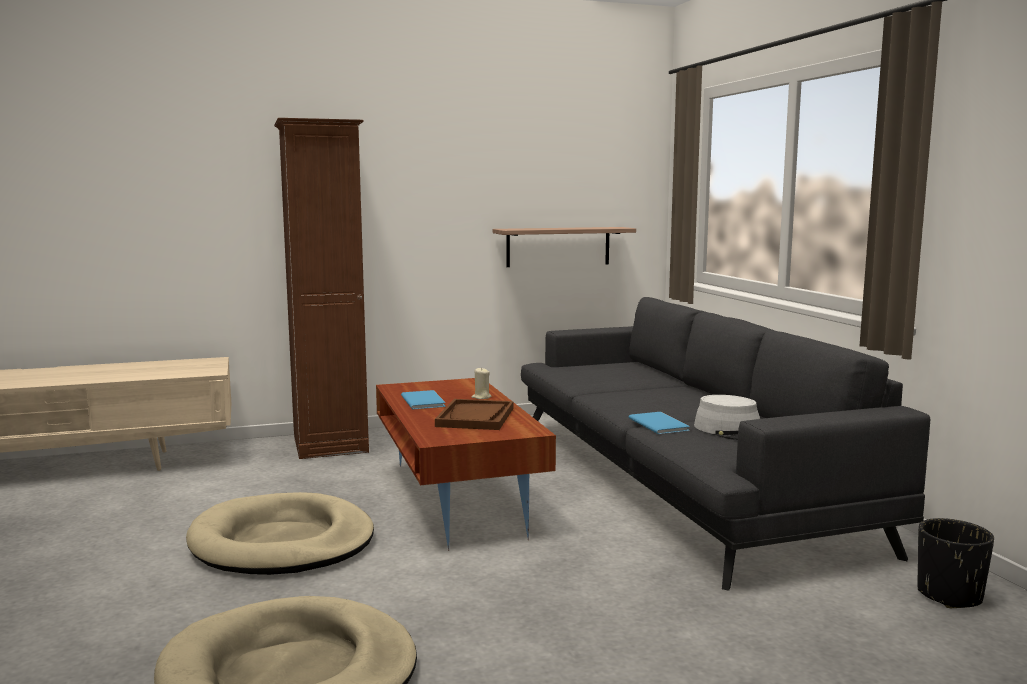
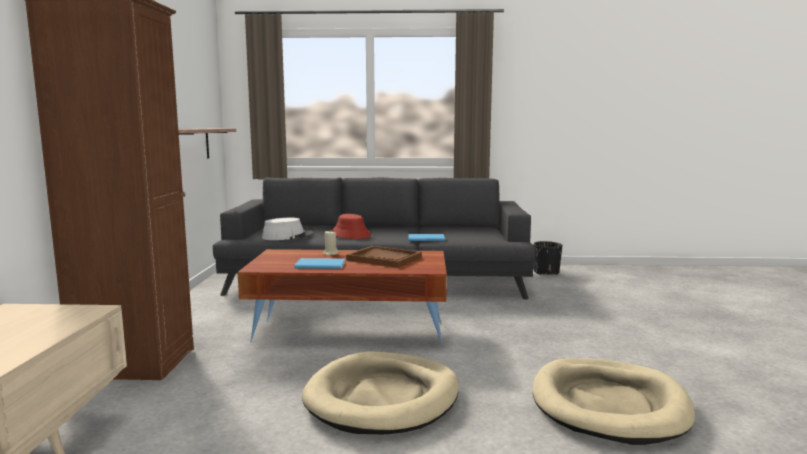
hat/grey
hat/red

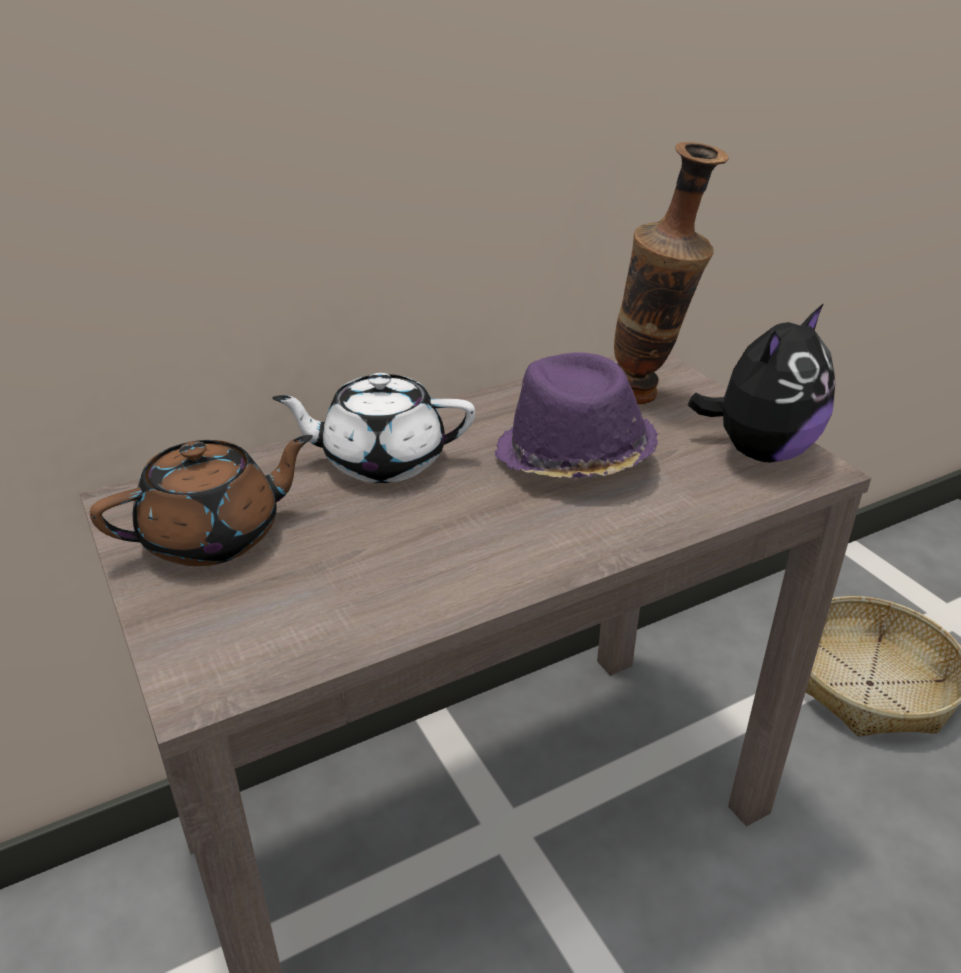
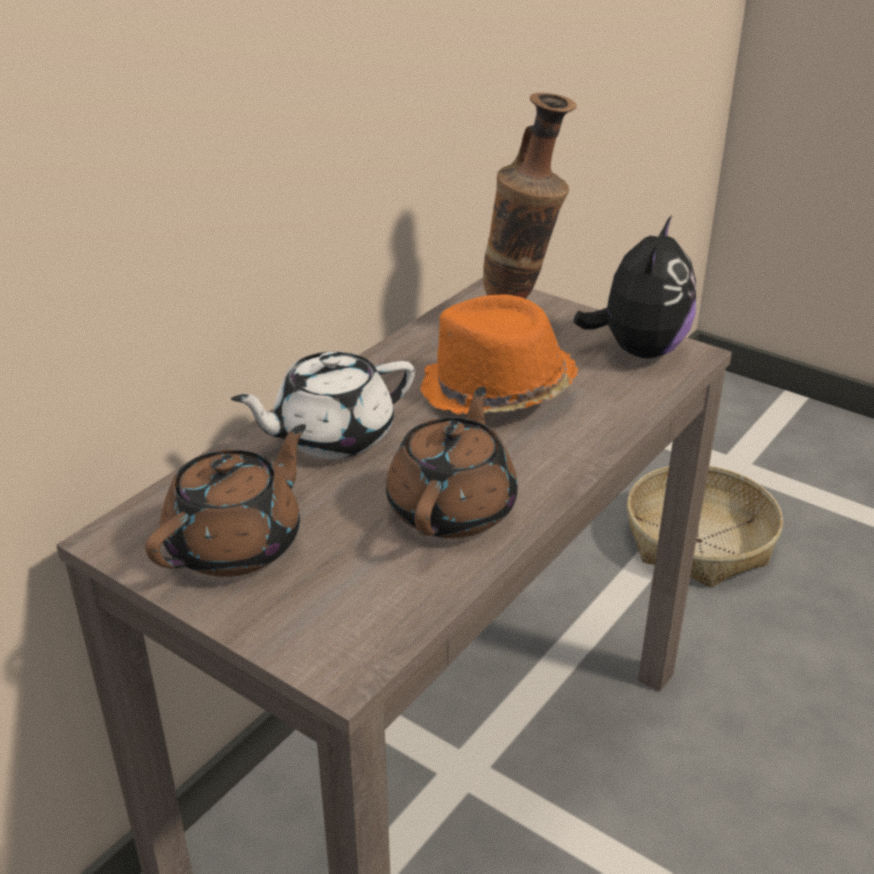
hat/orange
teapot/brown (no. 2 from left)

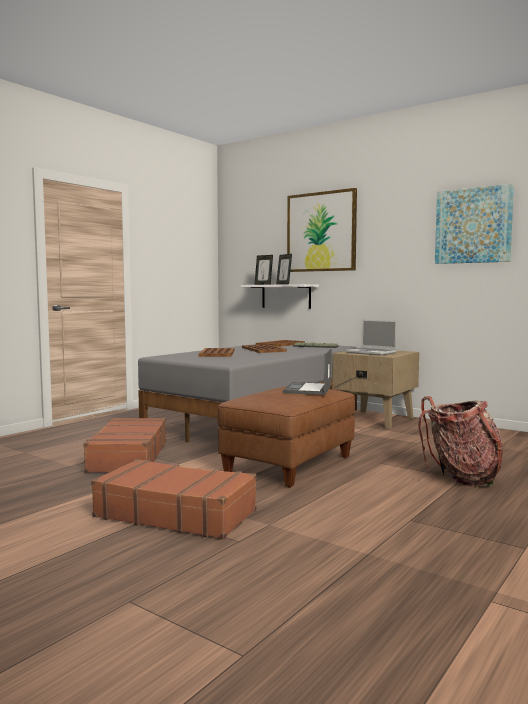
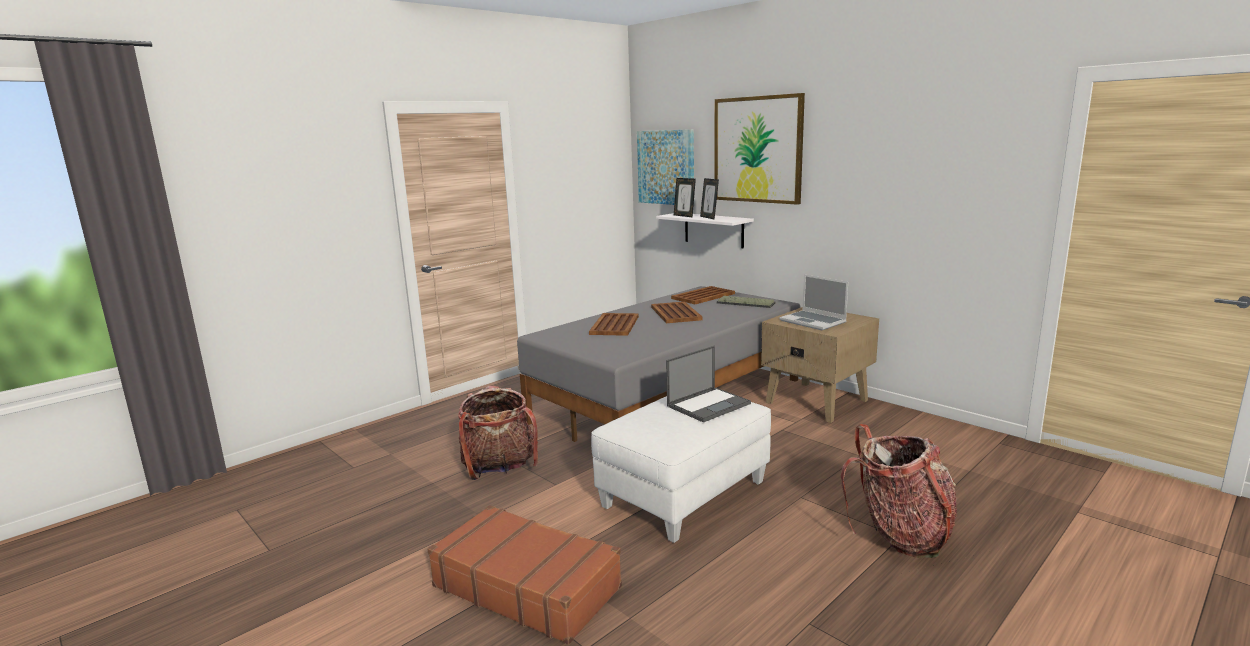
backpack (no. 1 from left)
ottoman/white
laptop (no. 1 from left)
picture (no. 1 from left)

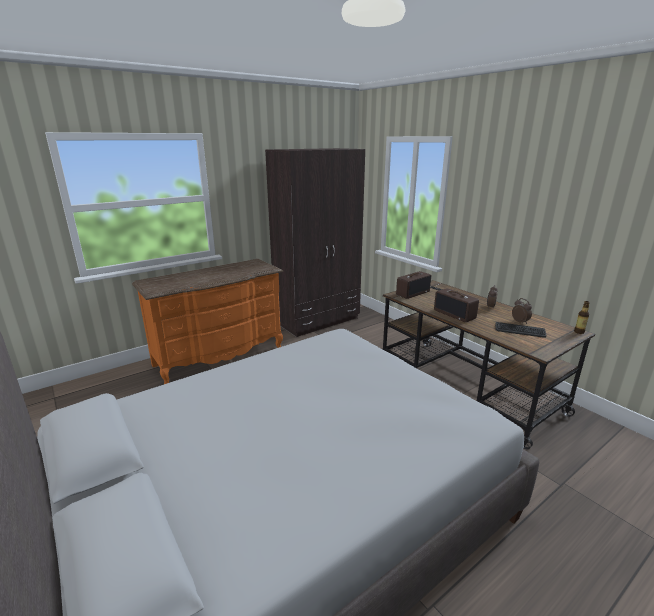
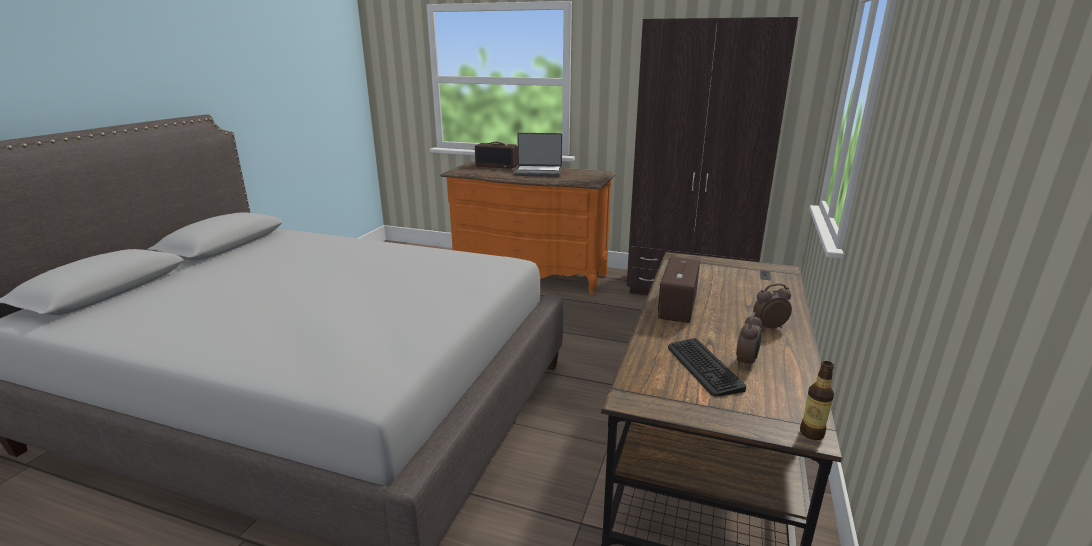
radio (no. 1 from left)
laptop

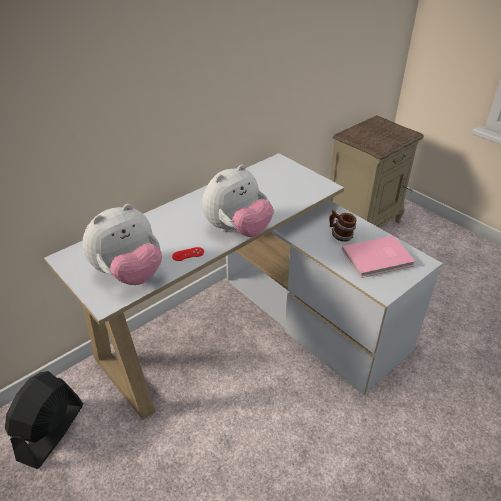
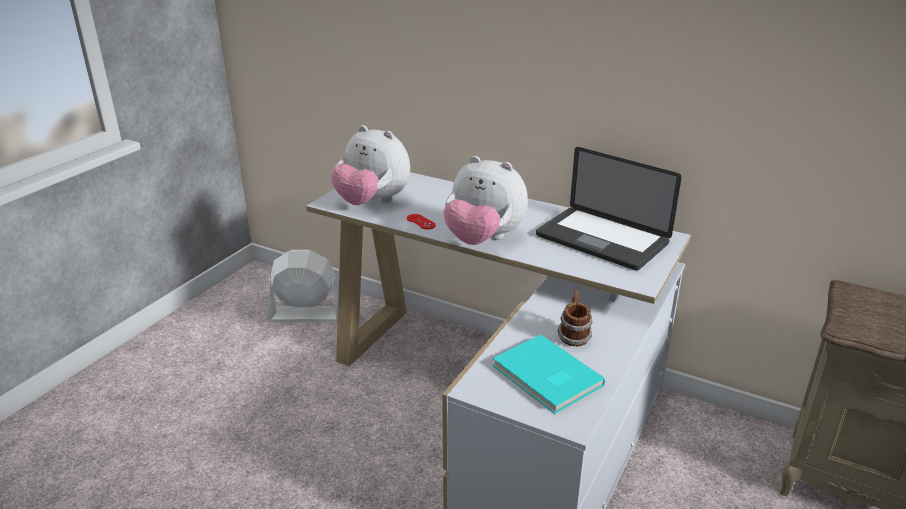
fan/white
book/turquoise
laptop

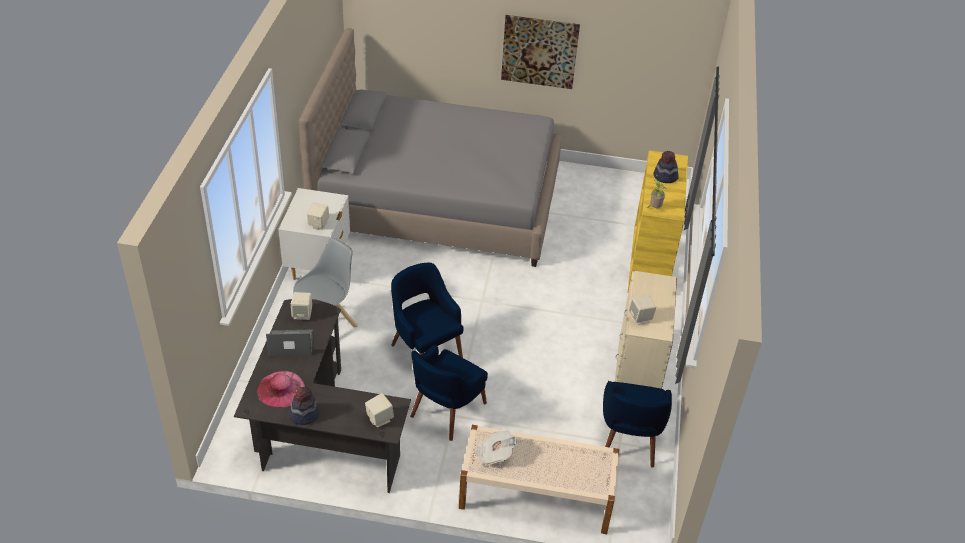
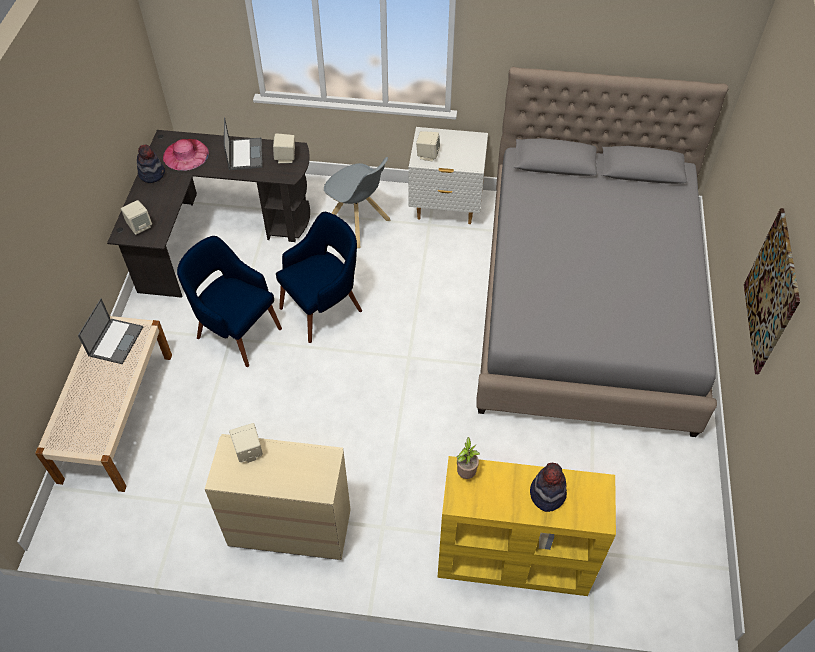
laptop (no. 1 from left)
armchair/blue (no. 3 from left in the first image)

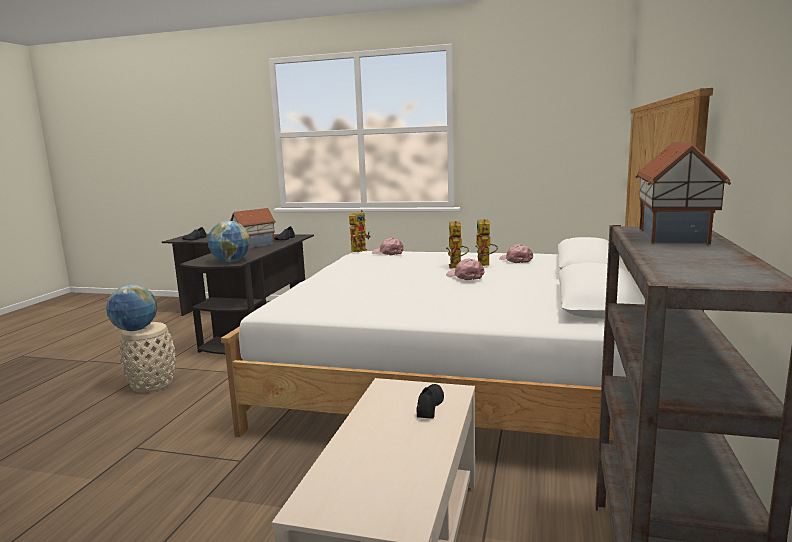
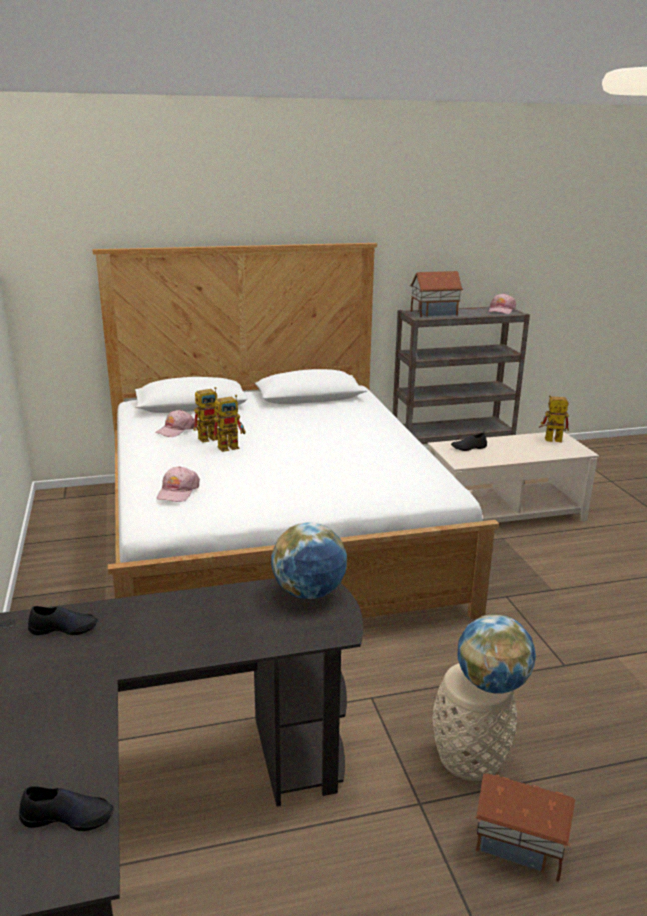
toy house (no. 2 from left)
toy robot (no. 3 from left)
cap/pink (no. 3 from left)

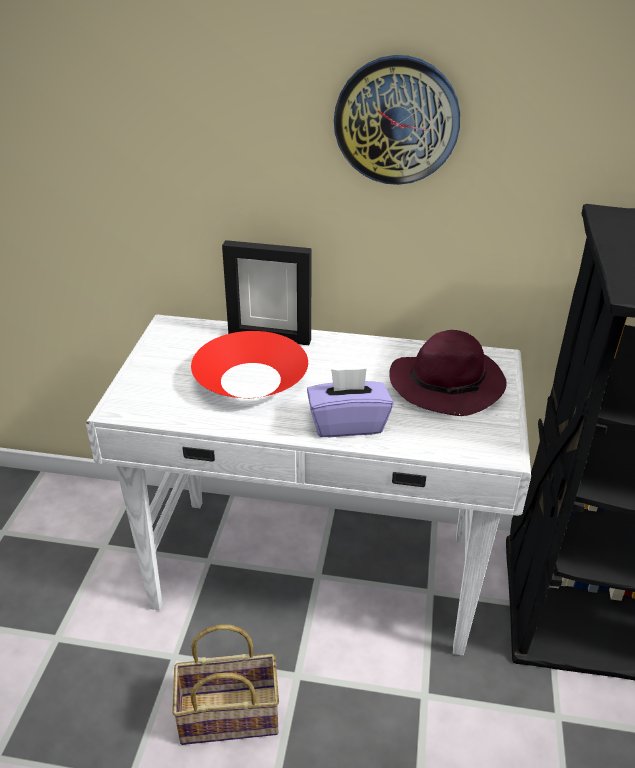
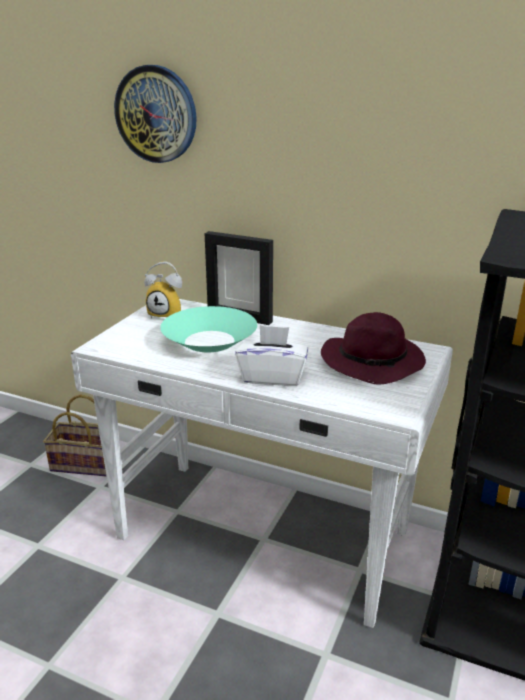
basket
bowl/turquoise
tissue box/white
wall clock
alarm clock

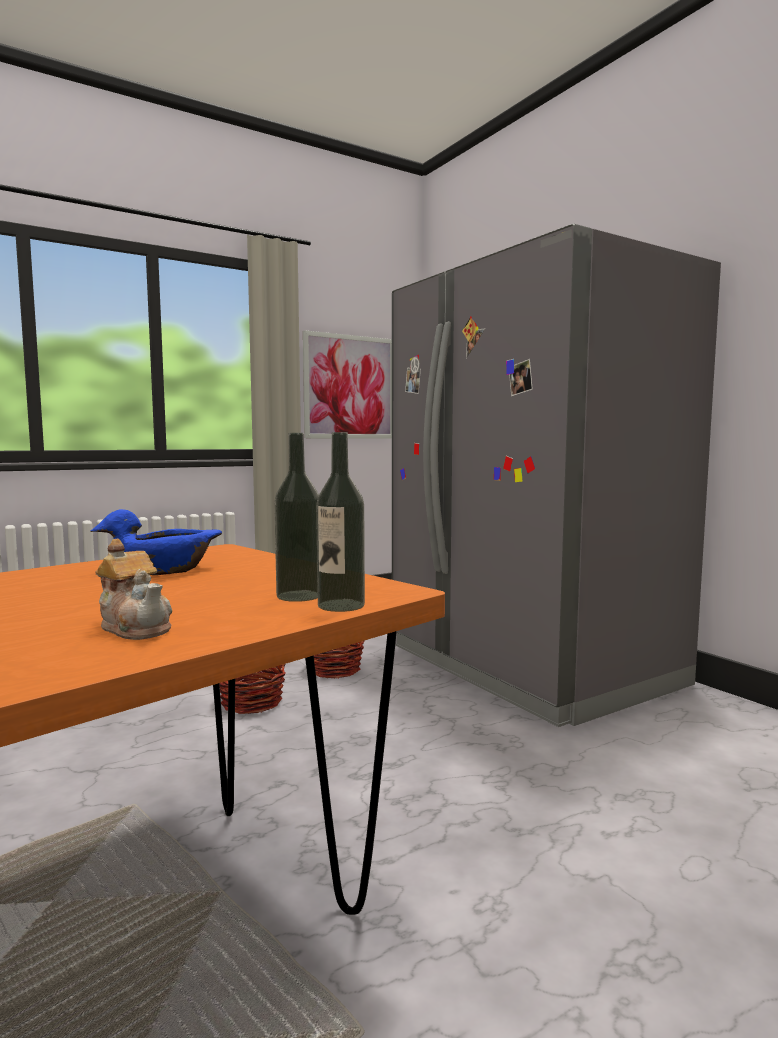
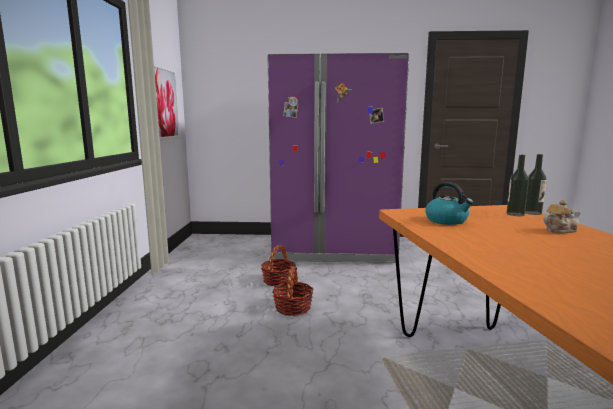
kettle
fridge/purple

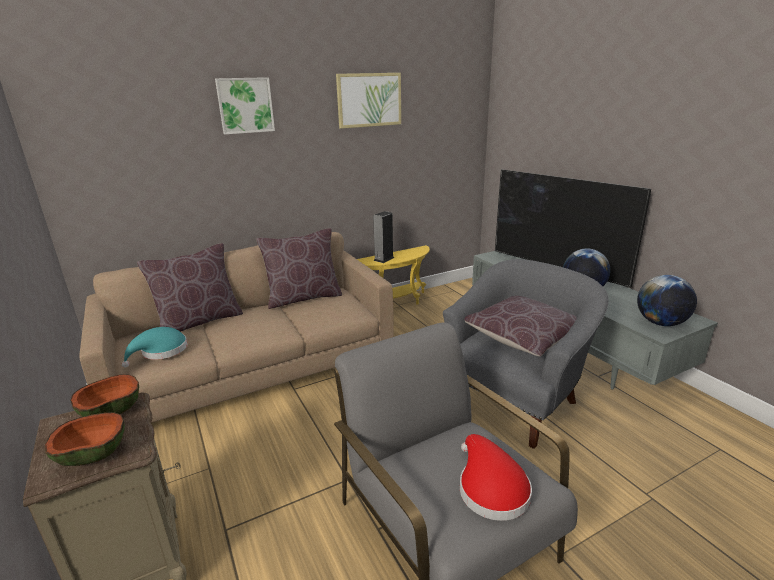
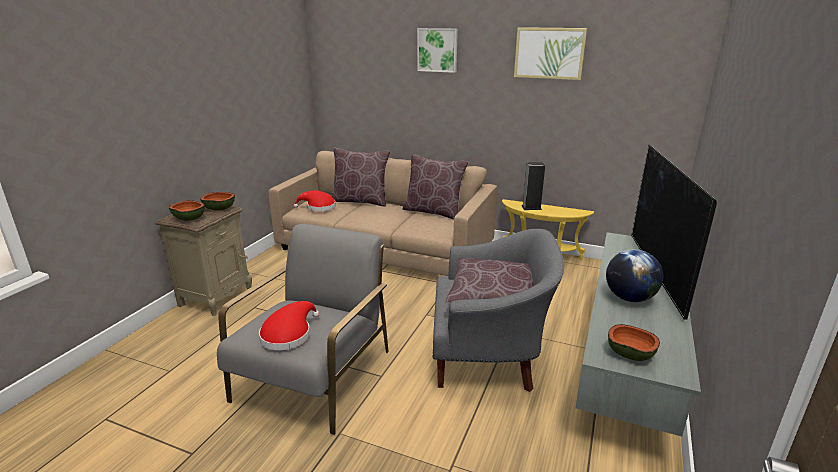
hat/red (no. 2 from left)
bowl (no. 3 from left)

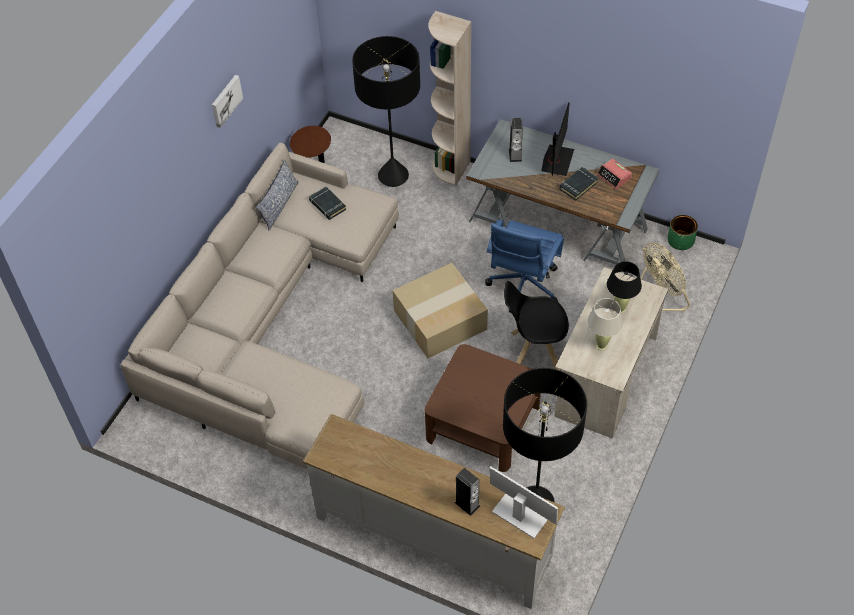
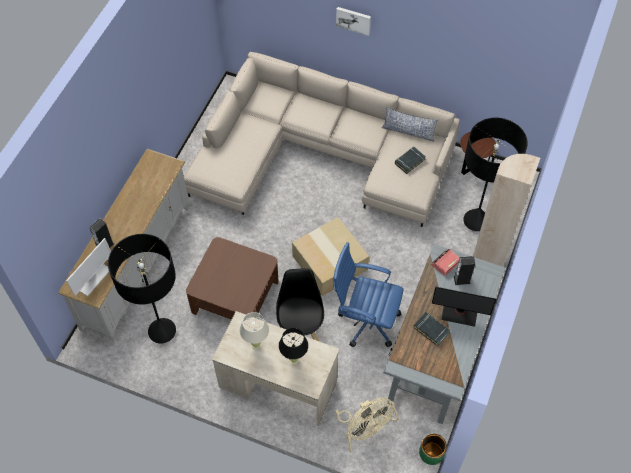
picture
alarm clock

